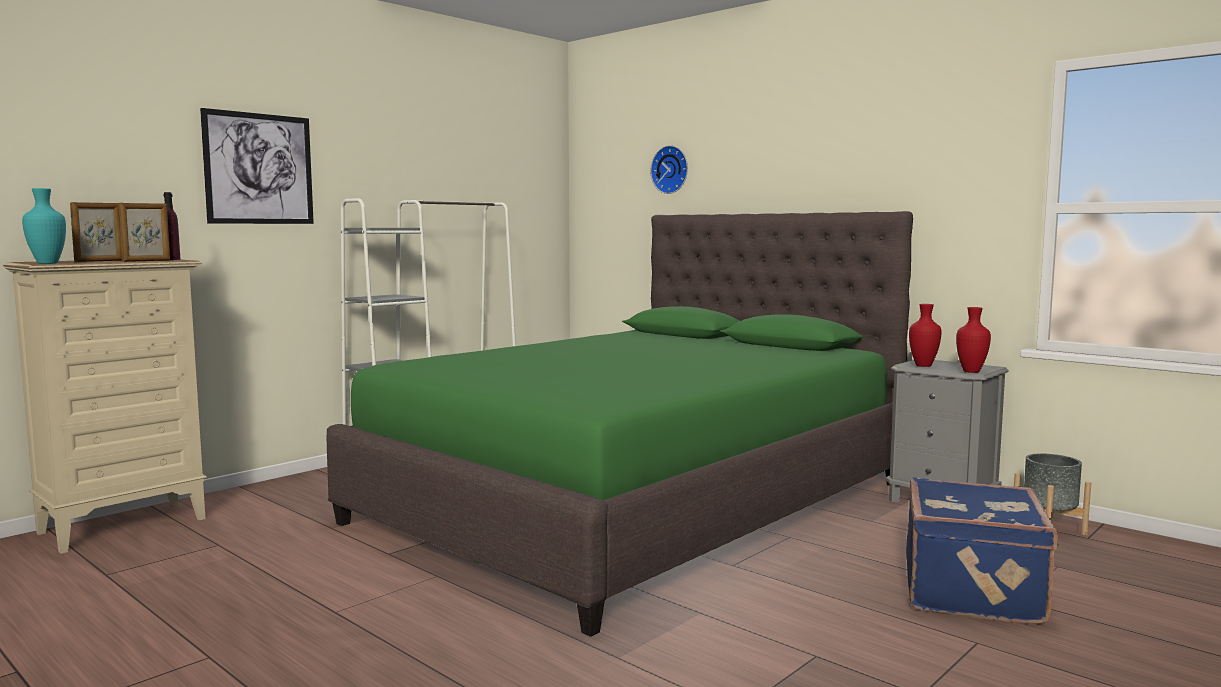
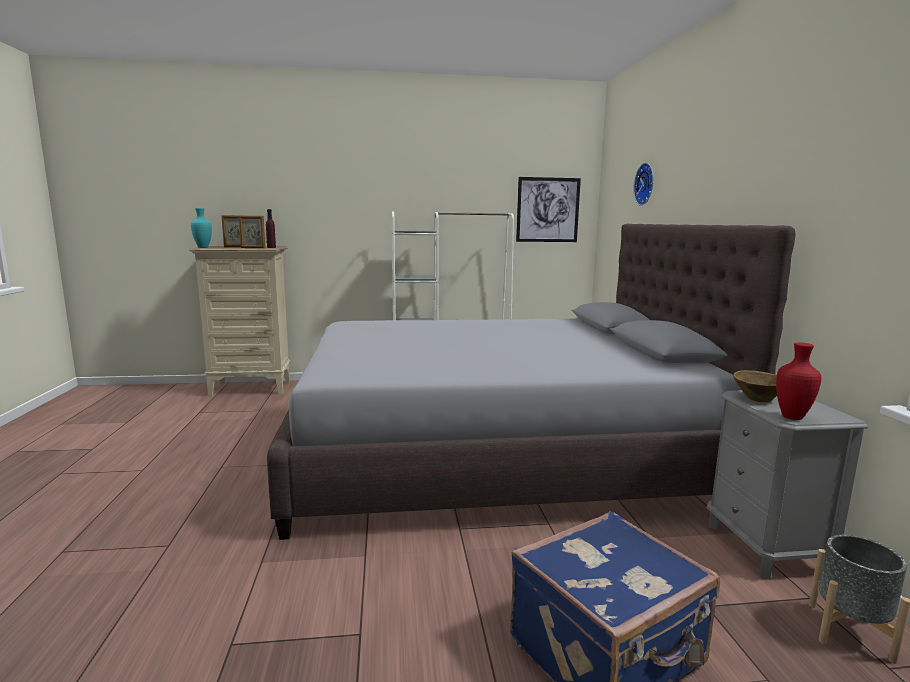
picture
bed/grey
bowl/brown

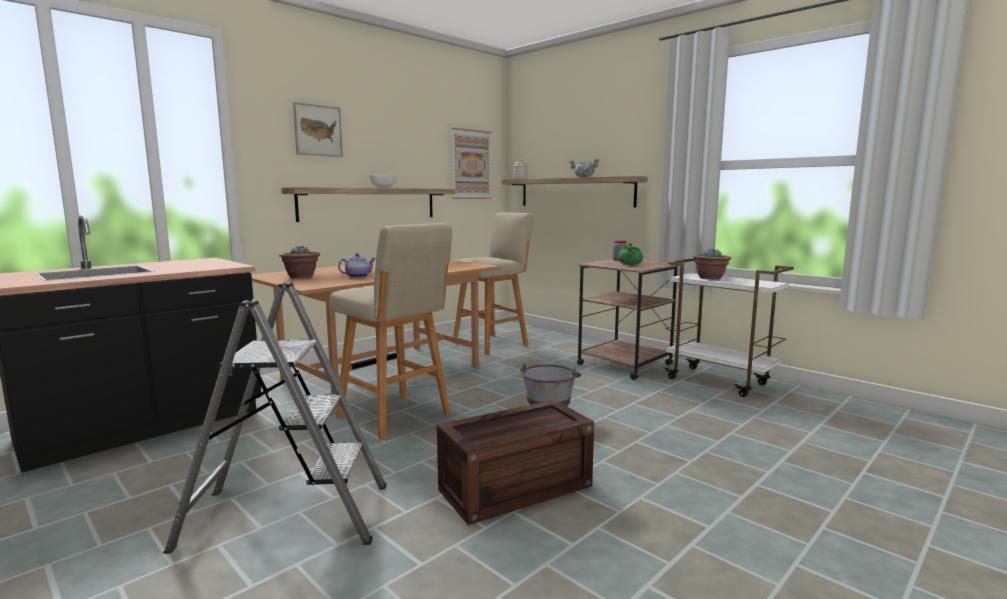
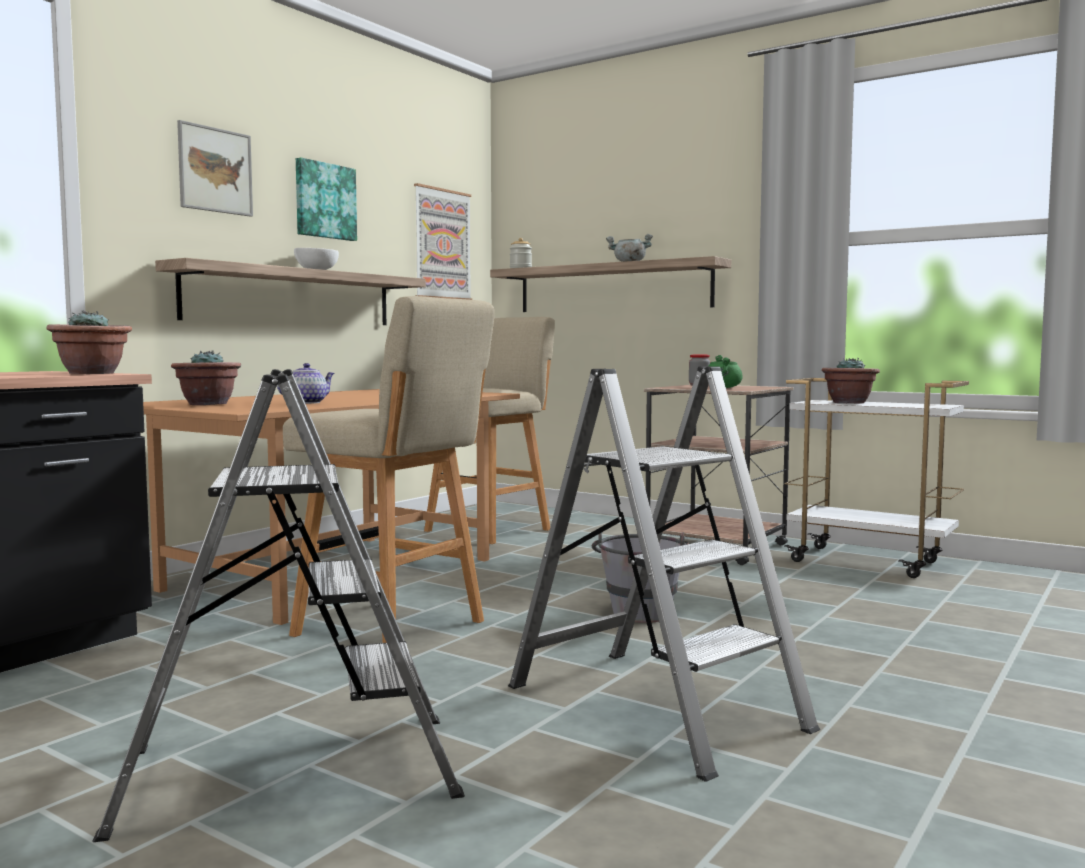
step ladder/grey (no. 2 from left)
potted plant (no. 1 from left)
picture (no. 2 from left)

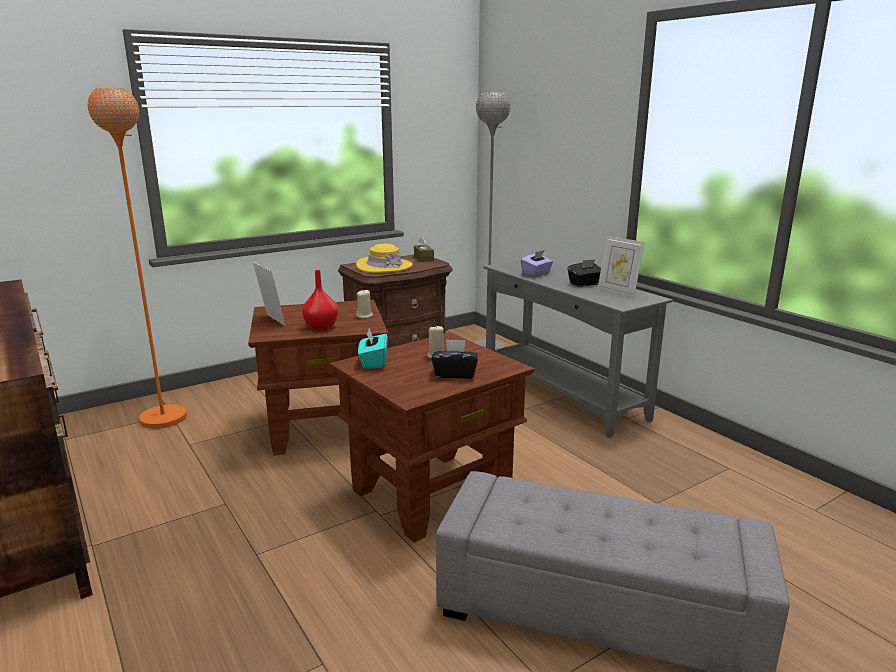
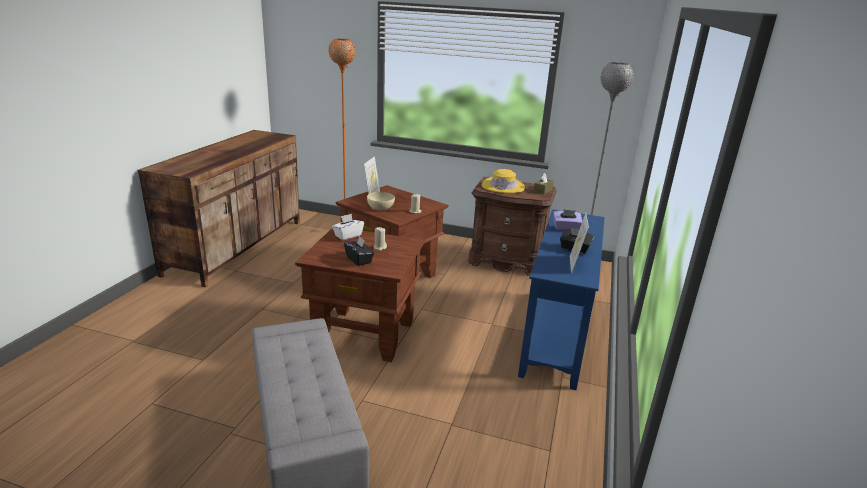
bowl/beige
tissue box/white
console table/blue

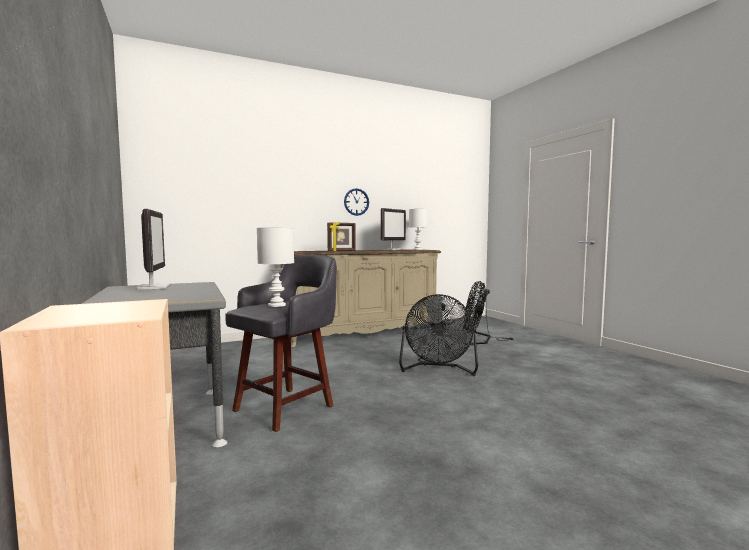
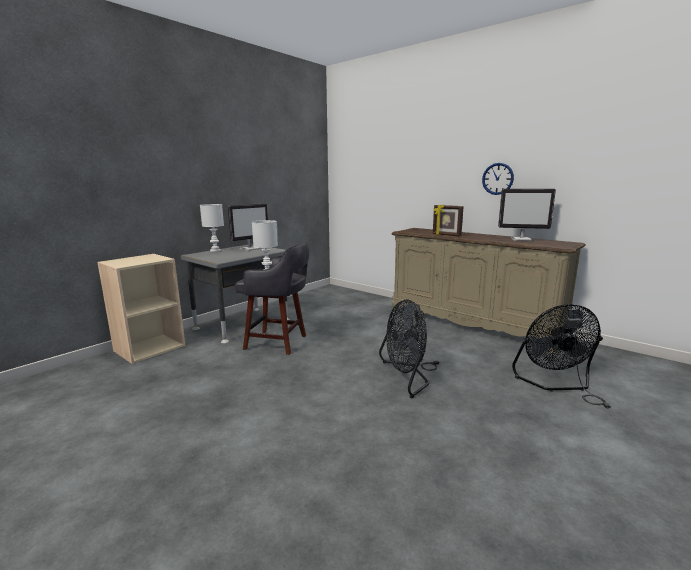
table lamp/white (no. 1 from left)

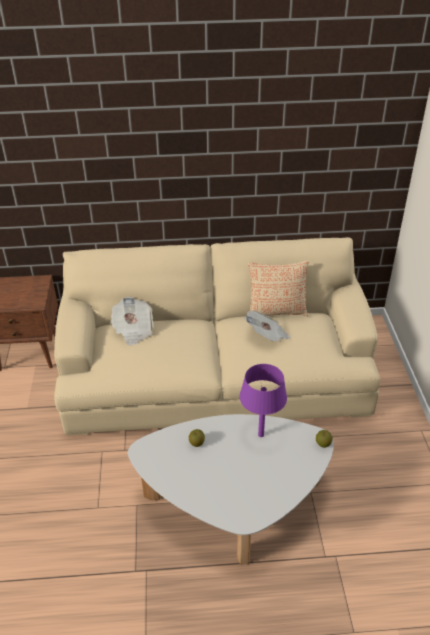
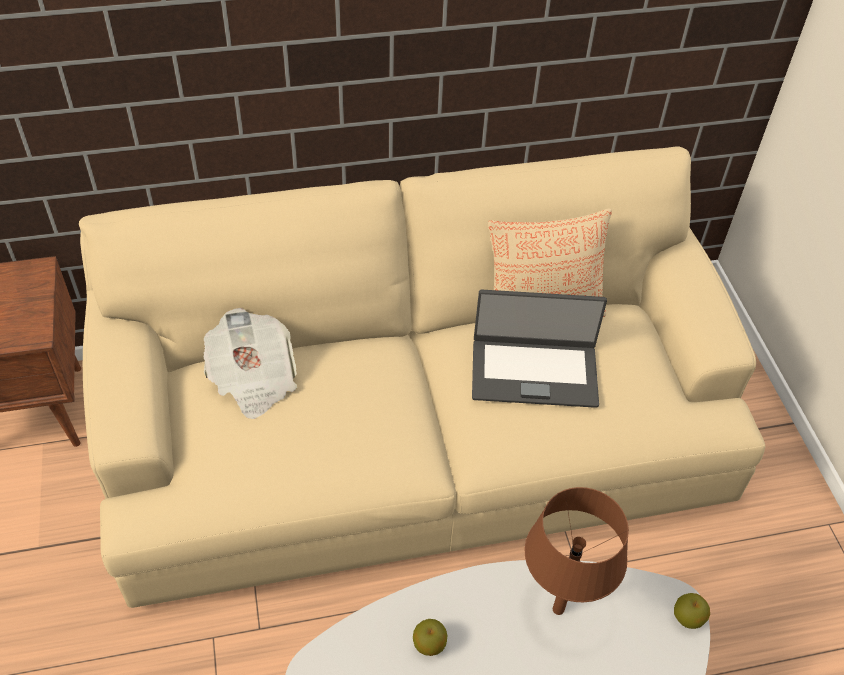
table lamp/brown
laptop

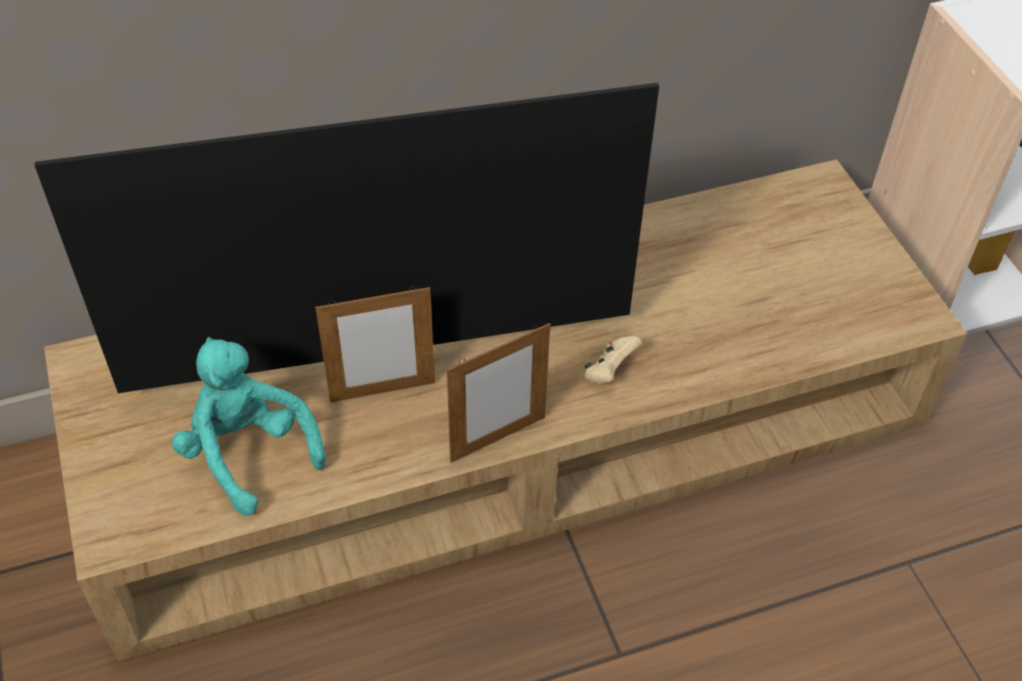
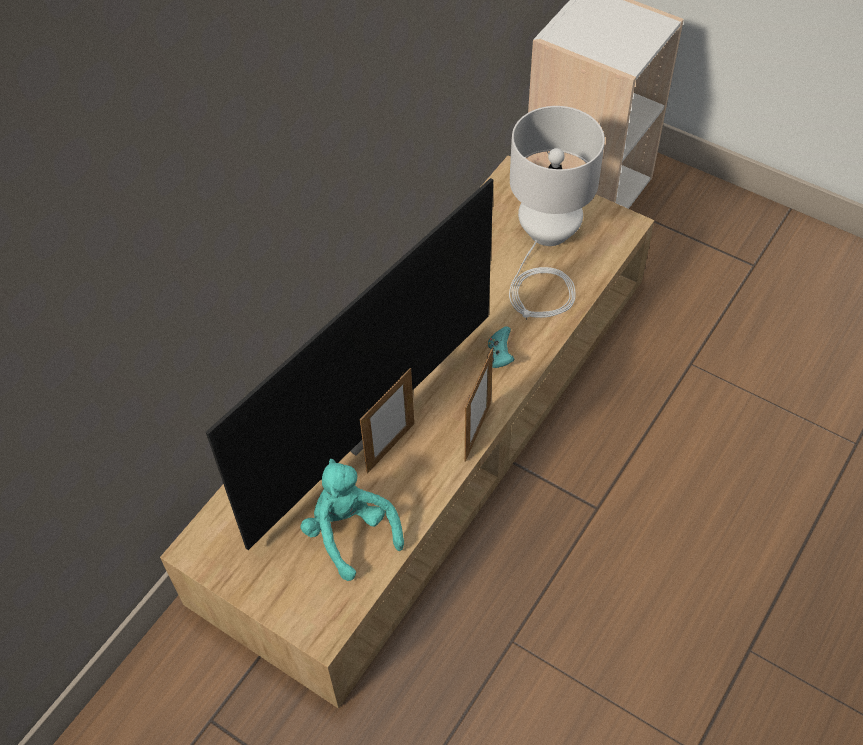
plush toy/turquoise
game controller/turquoise
table lamp/white

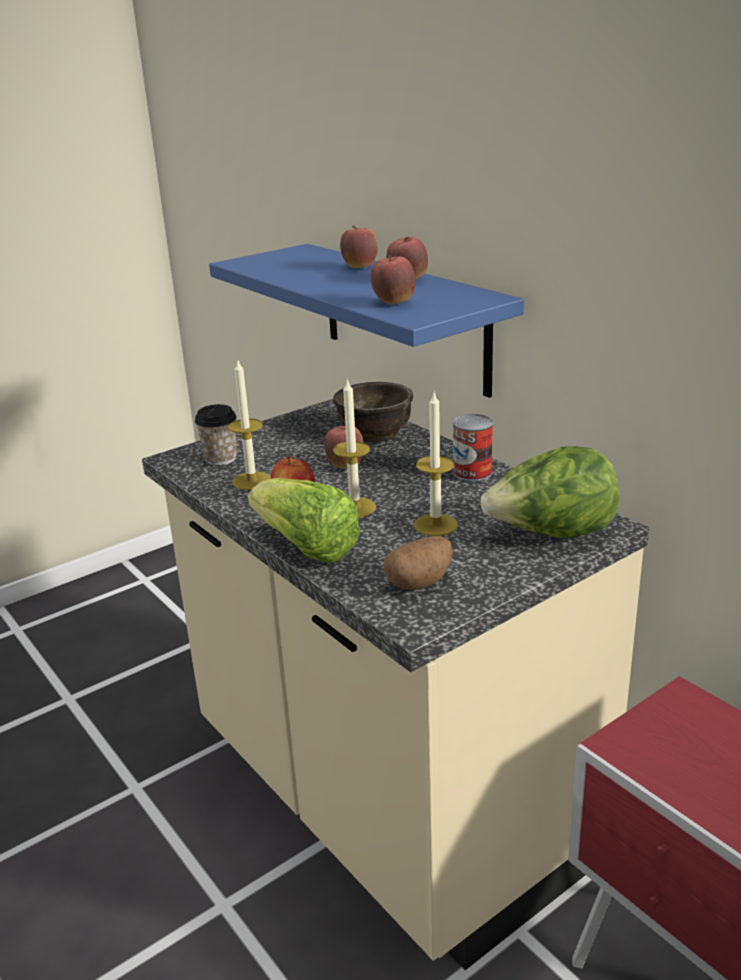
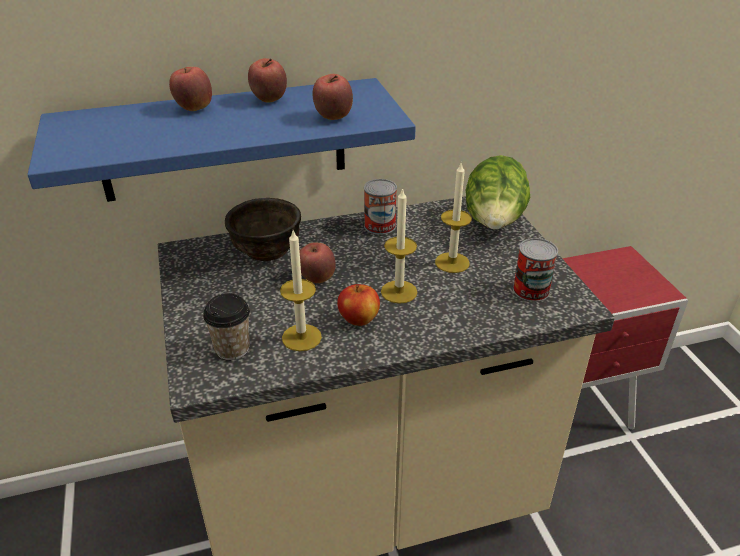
lettuce (no. 1 from left in the first image)
can (no. 2 from left)

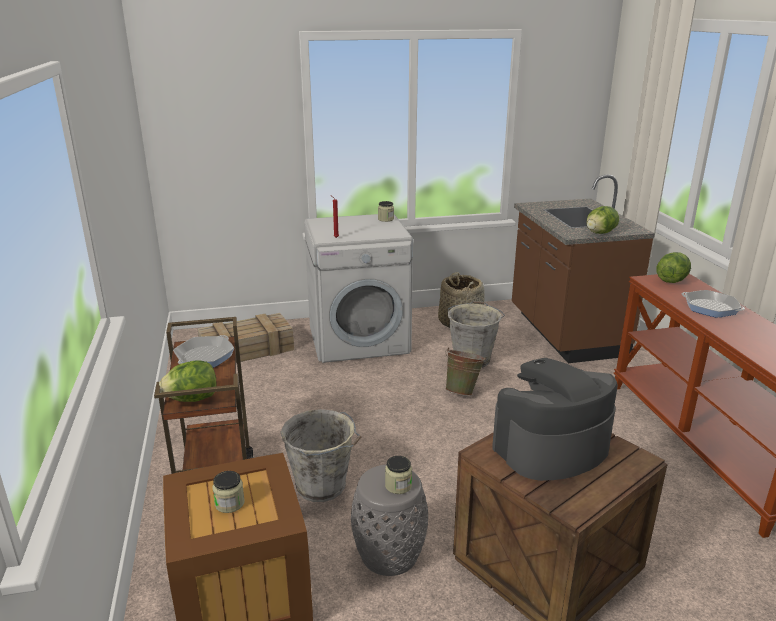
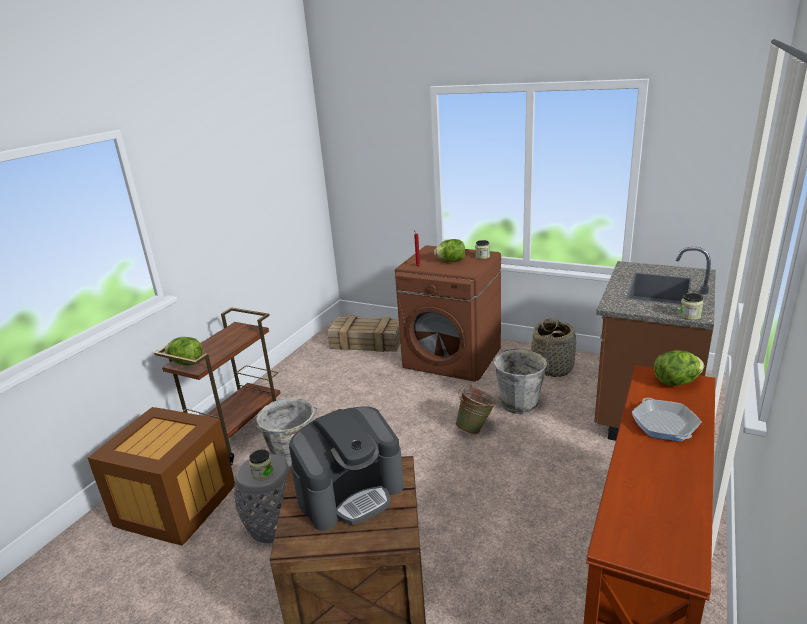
frying pan (no. 1 from left in the first image)
jar (no. 3 from left)
washing machine/brown
coffee machine
lettuce (no. 2 from left)

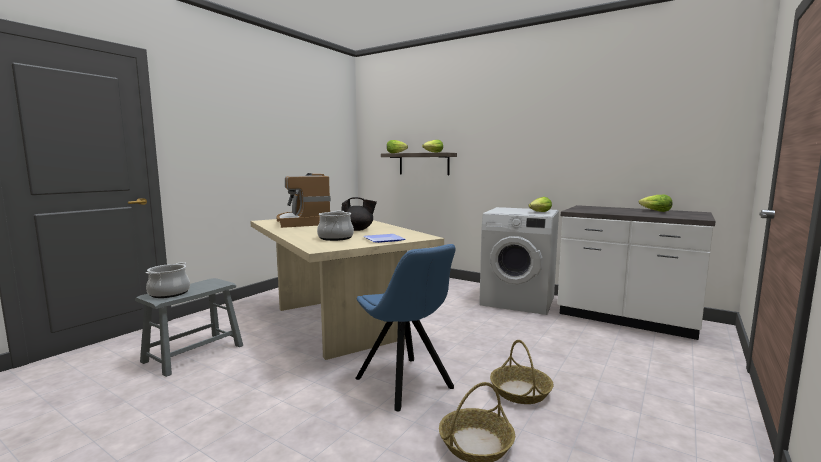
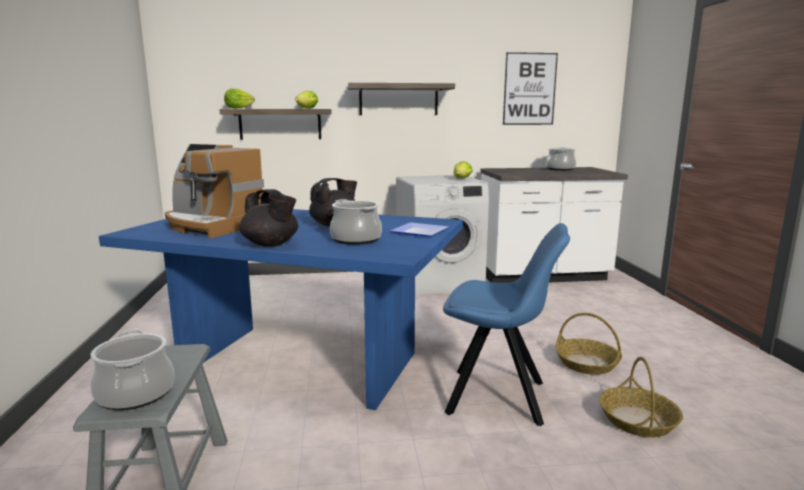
dining table/blue
cooking pot (no. 3 from left)
teapot/black (no. 1 from left)
shelf (no. 2 from left)
picture

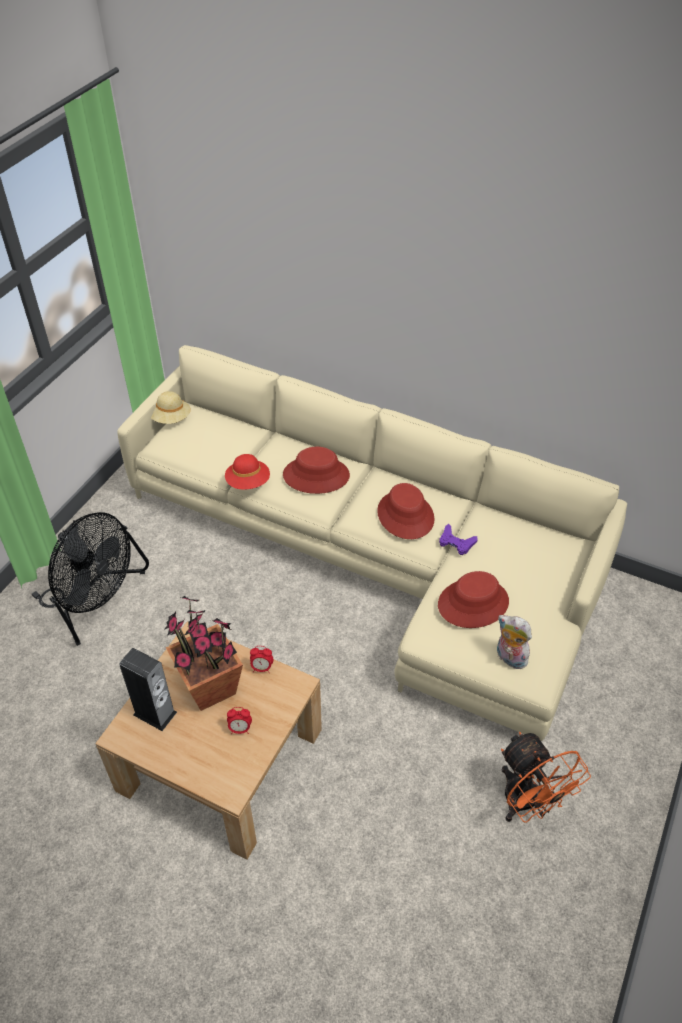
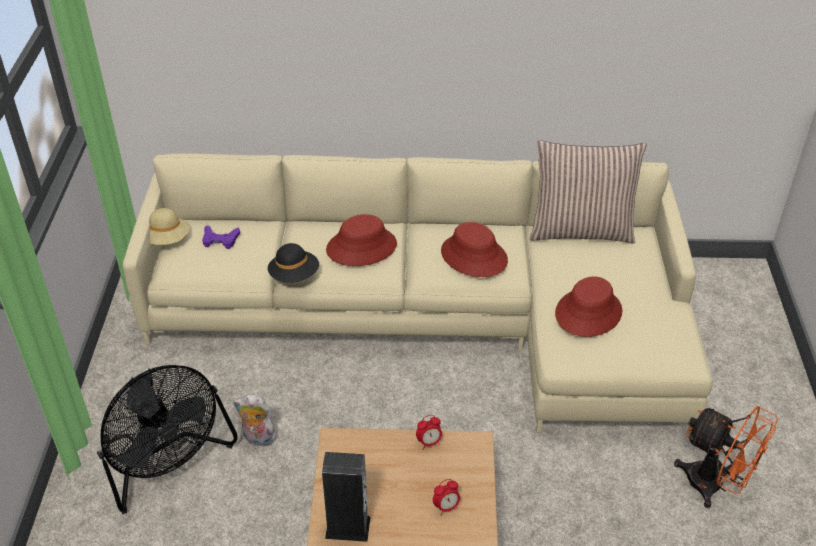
fan/black
potted plant
hat/black
game controller/purple
plush toy
pillow

